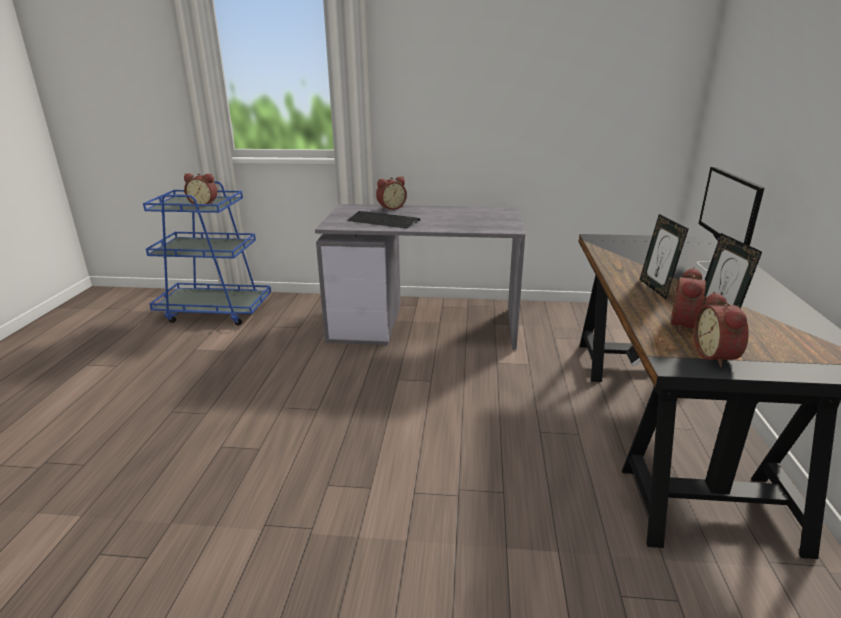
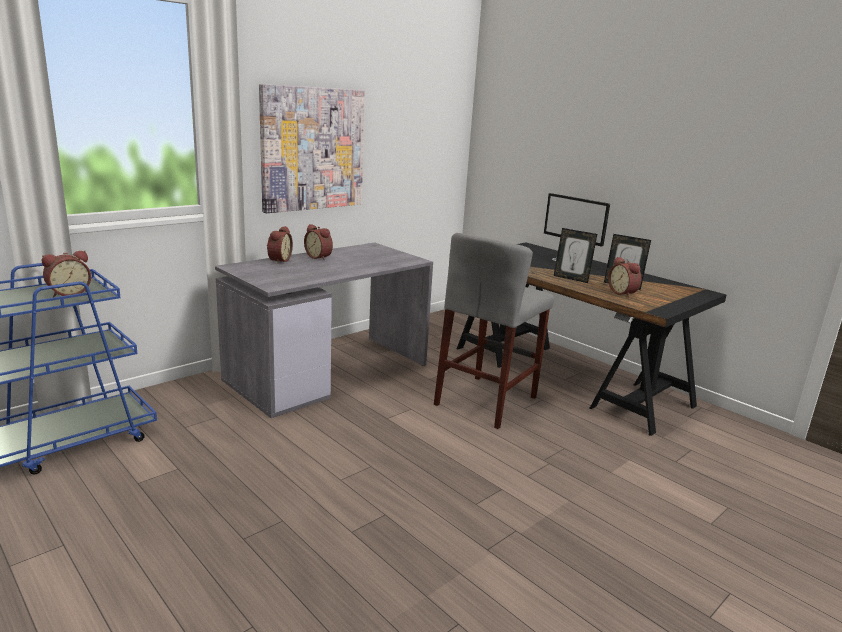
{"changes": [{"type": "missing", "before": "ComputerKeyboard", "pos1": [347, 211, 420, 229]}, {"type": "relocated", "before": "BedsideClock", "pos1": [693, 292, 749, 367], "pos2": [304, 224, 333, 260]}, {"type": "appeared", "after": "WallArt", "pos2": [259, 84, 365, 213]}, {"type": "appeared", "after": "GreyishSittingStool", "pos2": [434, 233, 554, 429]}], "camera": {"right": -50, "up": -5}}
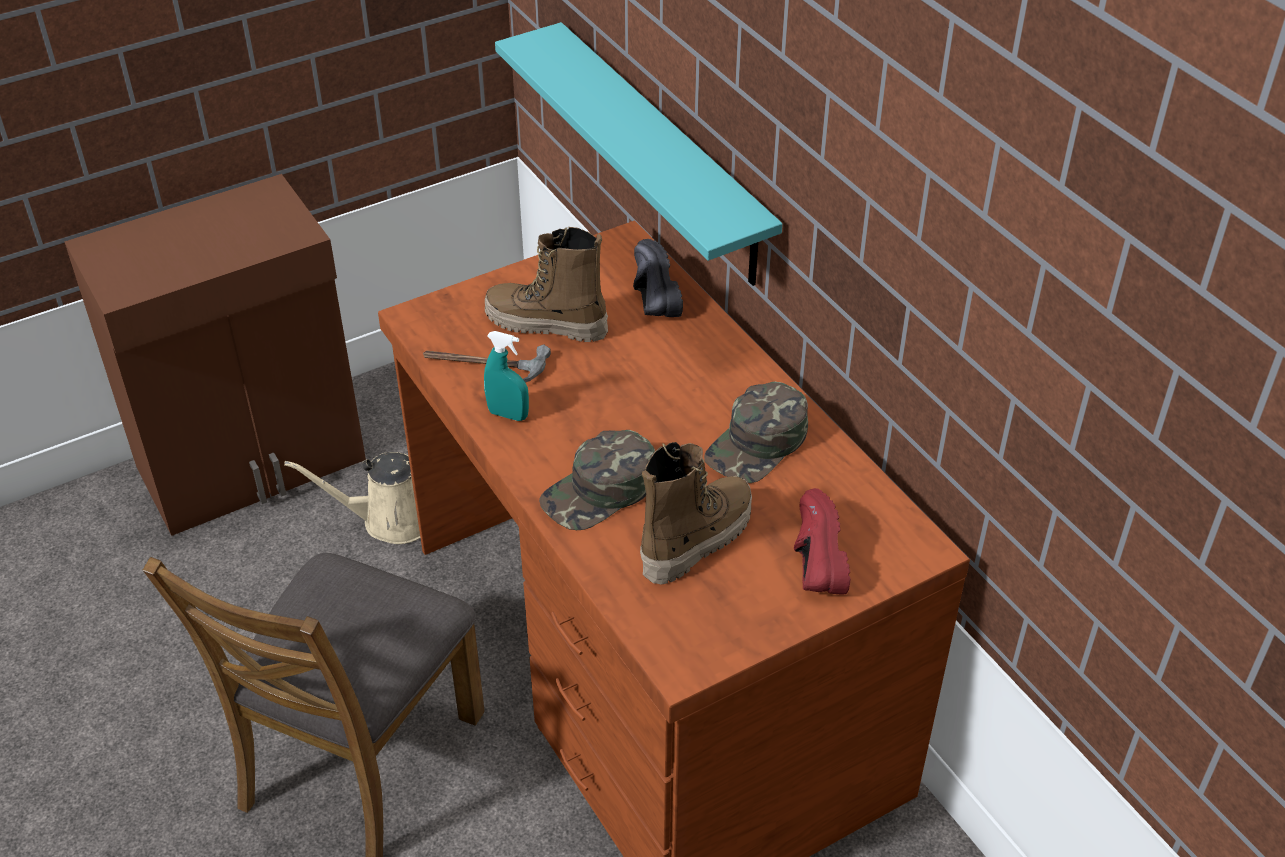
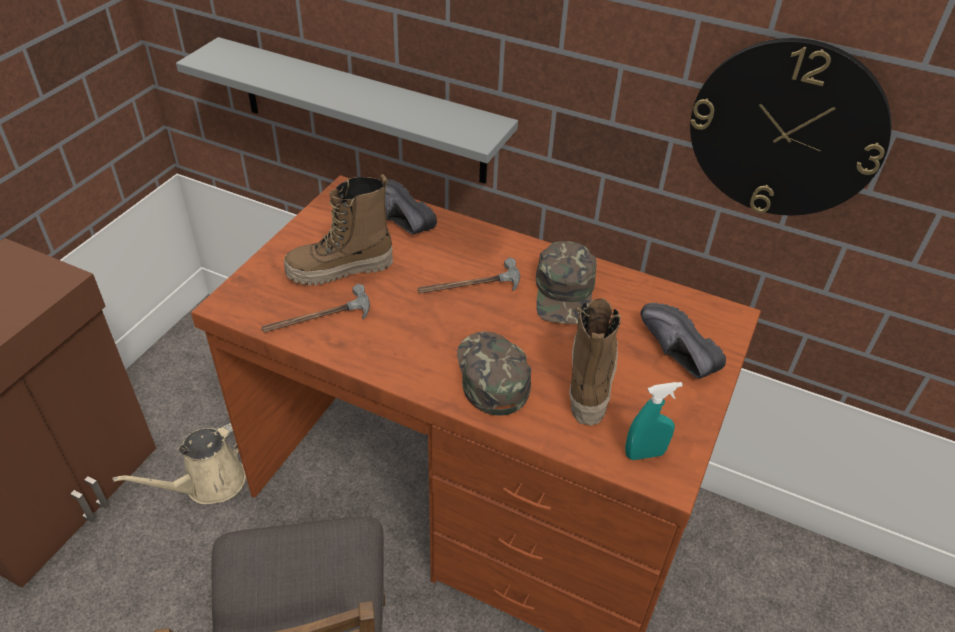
{"changes": [{"type": "relocated", "before": "TurquoiseSprayBottle", "pos1": [484, 331, 529, 421], "pos2": [625, 382, 683, 460]}, {"type": "colour", "before": "TurquoiseShelf", "after": "GreyishShelf", "pos1": [495, 22, 782, 286], "pos2": [176, 37, 518, 184]}, {"type": "spun", "before": "GreenCap", "pos1": [539, 430, 655, 530], "pos2": [457, 331, 531, 416], "turn": 150}, {"type": "colour", "before": "RedShoe", "after": "BlackishShoe", "pos1": [794, 488, 851, 594], "pos2": [641, 303, 726, 379]}, {"type": "appeared", "after": "ToolHammer", "pos2": [417, 257, 520, 293]}, {"type": "appeared", "after": "HangingClock", "pos2": [690, 38, 892, 215]}], "camera": {"right": -35, "up": 0}}
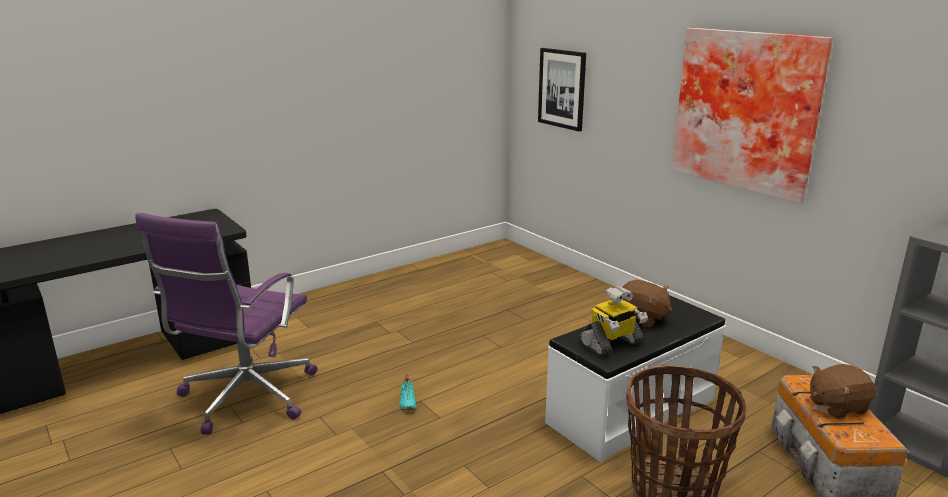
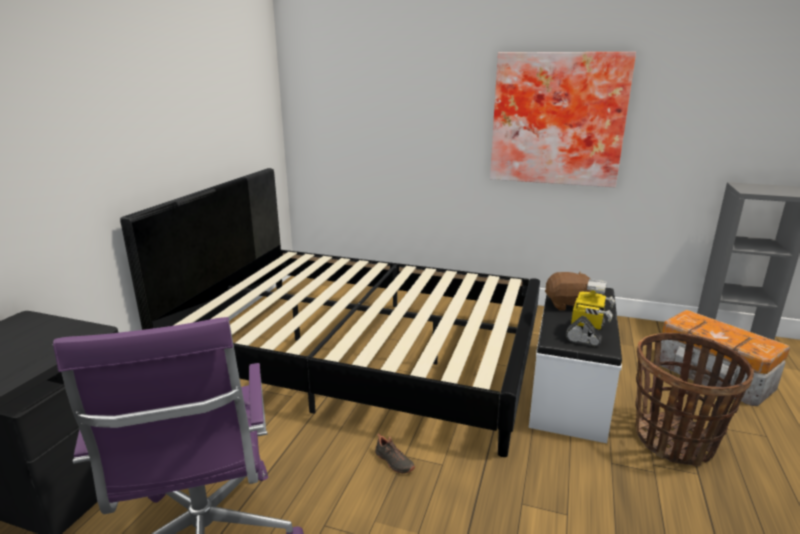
{"changes": [{"type": "colour", "before": "TurquoiseShoe", "after": "BlackishShoe", "pos1": [399, 374, 416, 410], "pos2": [375, 434, 415, 474]}, {"type": "missing", "before": "WallArt", "pos1": [538, 48, 586, 132]}, {"type": "missing", "before": "BrownCuddlyToy", "pos1": [810, 364, 876, 419]}, {"type": "appeared", "after": "BlackishSleepingBed", "pos2": [120, 168, 540, 457]}], "camera": {"right": -35, "up": 0}}
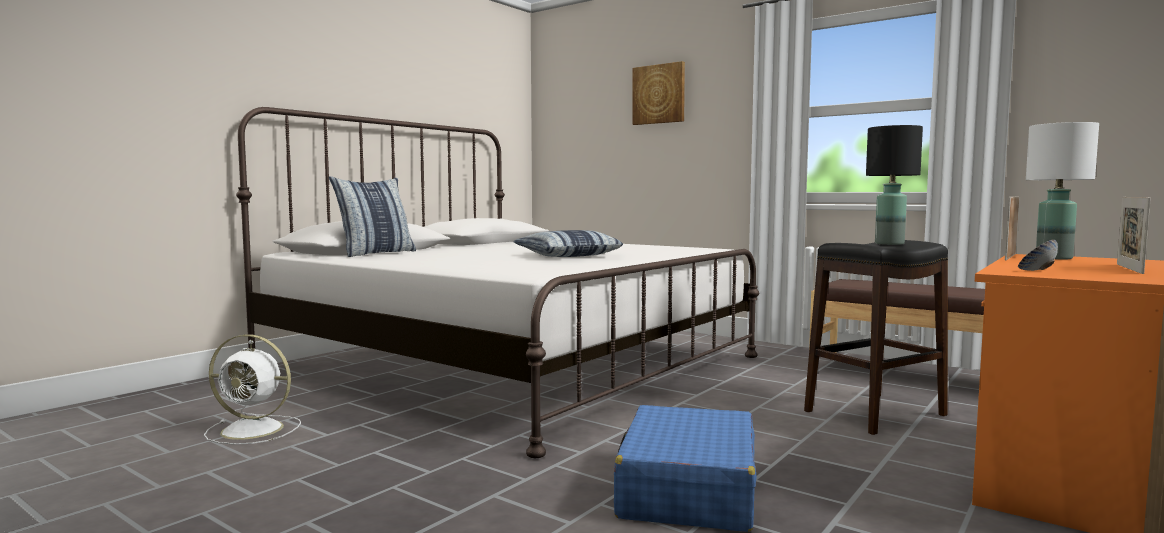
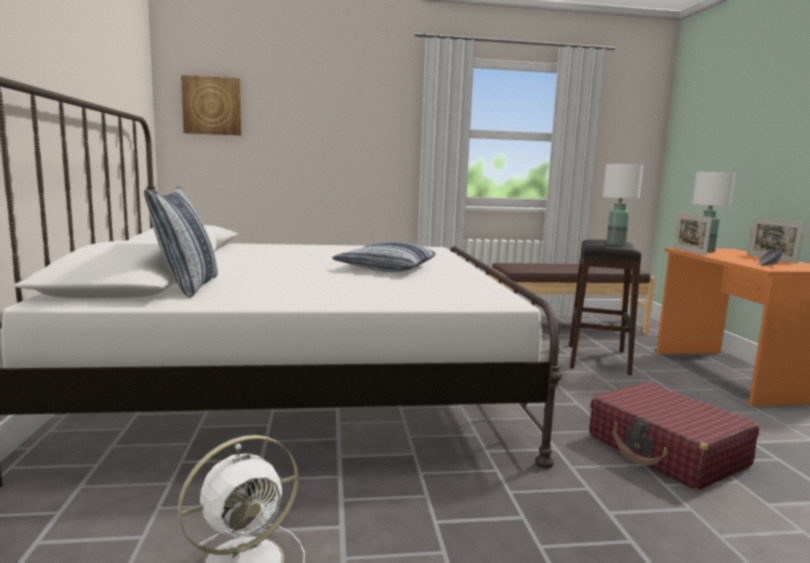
{"changes": [{"type": "colour", "before": "BluishTravelCase", "after": "RedTravelCase", "pos1": [614, 405, 757, 532], "pos2": [589, 382, 759, 491]}, {"type": "relocated", "before": "WallArt", "pos1": [632, 61, 685, 125], "pos2": [181, 75, 241, 136]}, {"type": "colour", "before": "BlackishTableLamp", "after": "WhitishTableLamp", "pos1": [866, 125, 923, 245], "pos2": [603, 164, 643, 246]}], "camera": {"right": -45, "up": 5}}
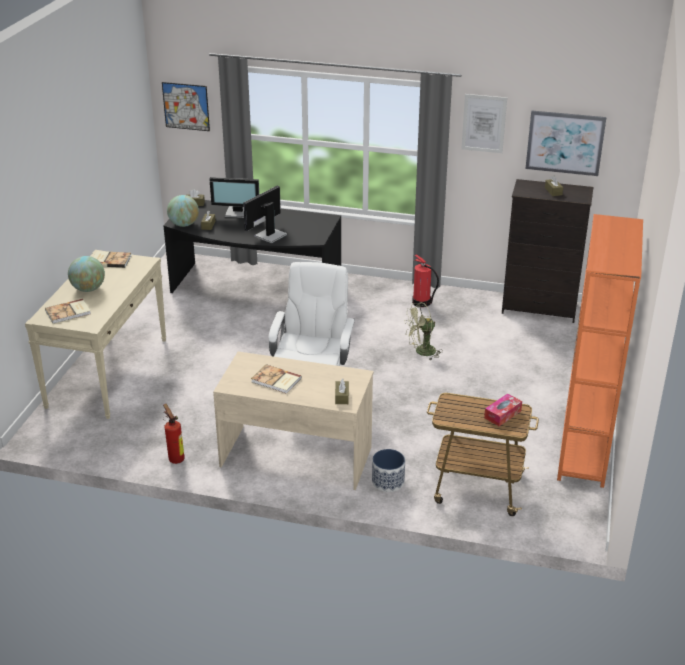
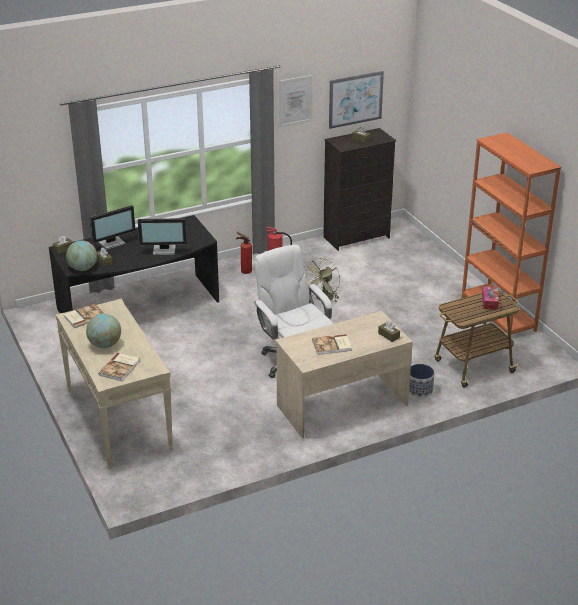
{"changes": [{"type": "missing", "before": "WallArt", "pos1": [162, 82, 210, 131]}, {"type": "relocated", "before": "FireExtinguisher", "pos1": [163, 404, 185, 464], "pos2": [236, 232, 252, 274]}, {"type": "spun", "before": "Monitor", "pos1": [243, 186, 287, 243], "pos2": [138, 218, 187, 255], "turn": -90}], "camera": {"right": -40, "up": 0}}
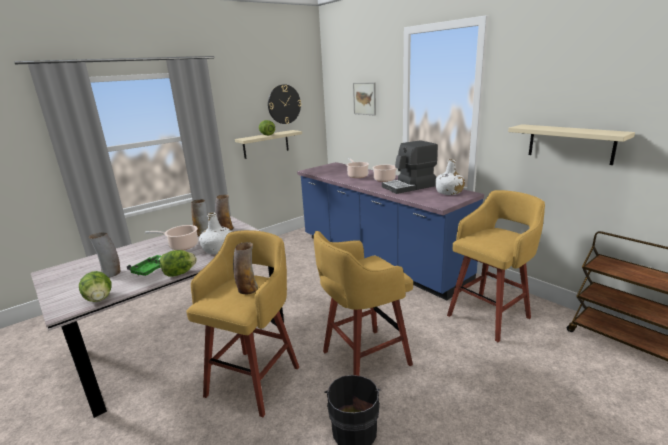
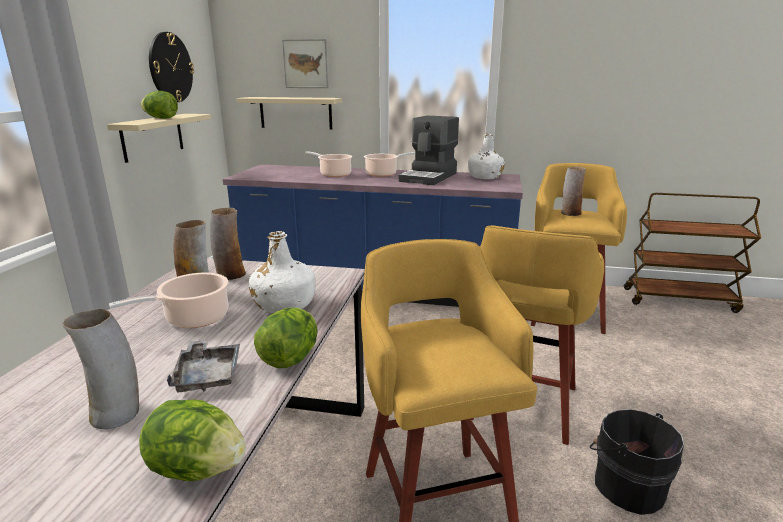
{"changes": [{"type": "colour", "before": "GreenTray", "after": "GreyishTray", "pos1": [127, 255, 161, 276], "pos2": [167, 340, 240, 392]}, {"type": "relocated", "before": "Vase", "pos1": [233, 242, 258, 295], "pos2": [561, 166, 586, 216]}, {"type": "relocated", "before": "BeigeColouredShelf", "pos1": [508, 124, 635, 165], "pos2": [237, 97, 342, 129]}], "camera": {"right": -40, "up": 0}}
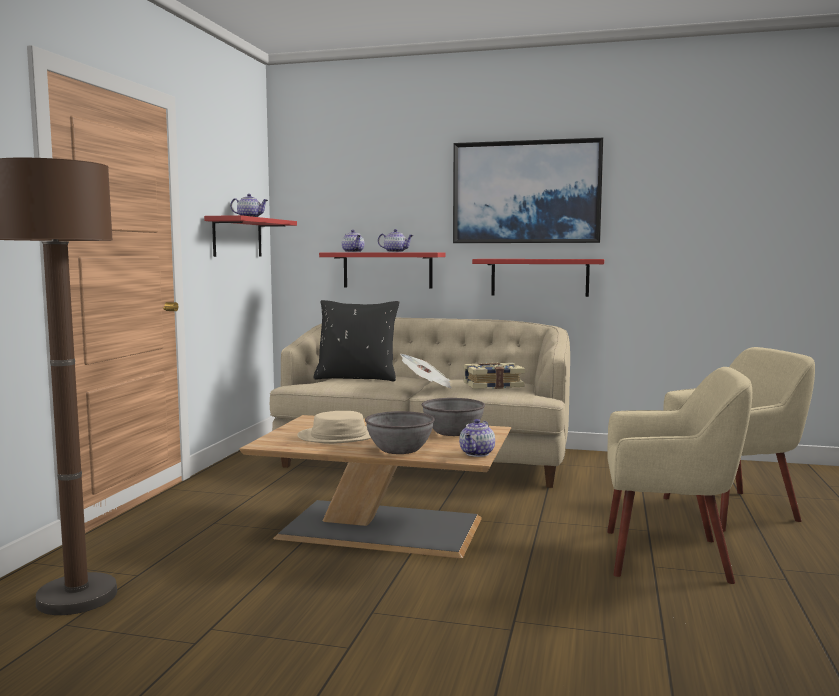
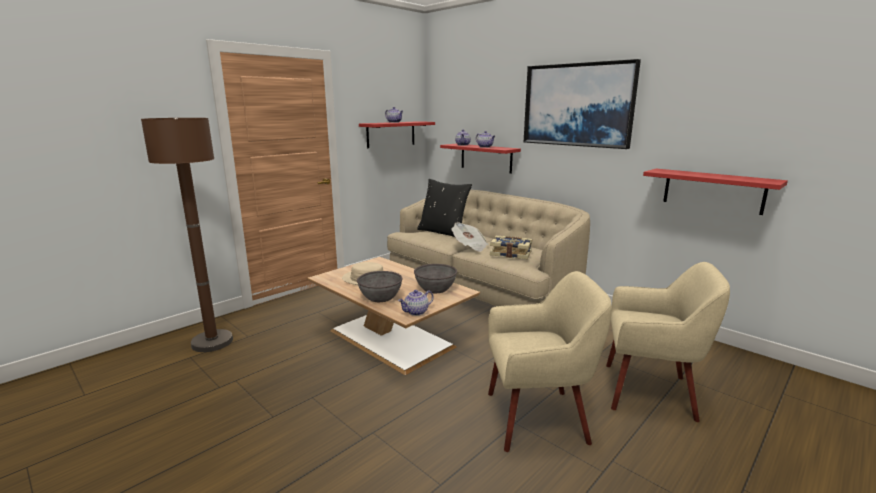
{"changes": [{"type": "relocated", "before": "RedShelf", "pos1": [472, 259, 604, 297], "pos2": [643, 169, 788, 215]}, {"type": "spun", "before": "BeigeColouredArmchair", "pos1": [607, 367, 752, 584], "pos2": [488, 271, 612, 452], "turn": -45}], "camera": {"right": 30, "up": 10}}
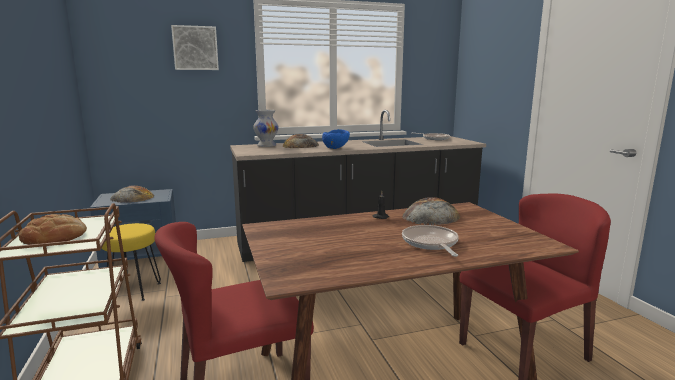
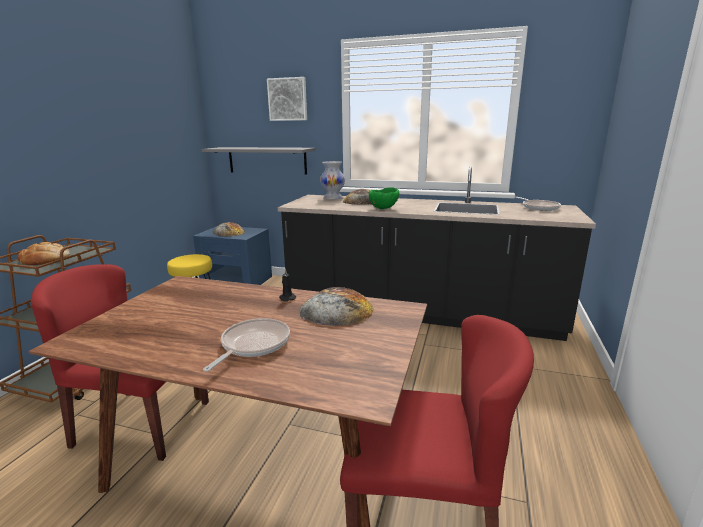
{"changes": [{"type": "colour", "before": "BluishDeepDish", "after": "GreenDeepDish", "pos1": [322, 129, 350, 149], "pos2": [369, 187, 399, 209]}, {"type": "appeared", "after": "GreyishShelf", "pos2": [202, 147, 315, 175]}], "camera": {"right": 35, "up": 5}}
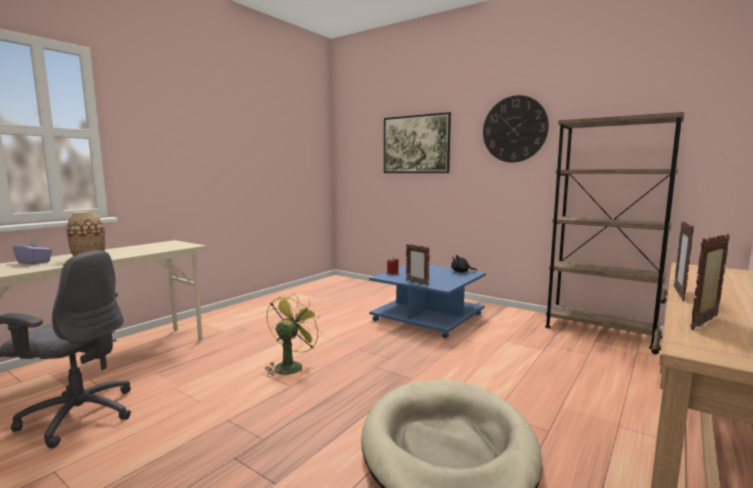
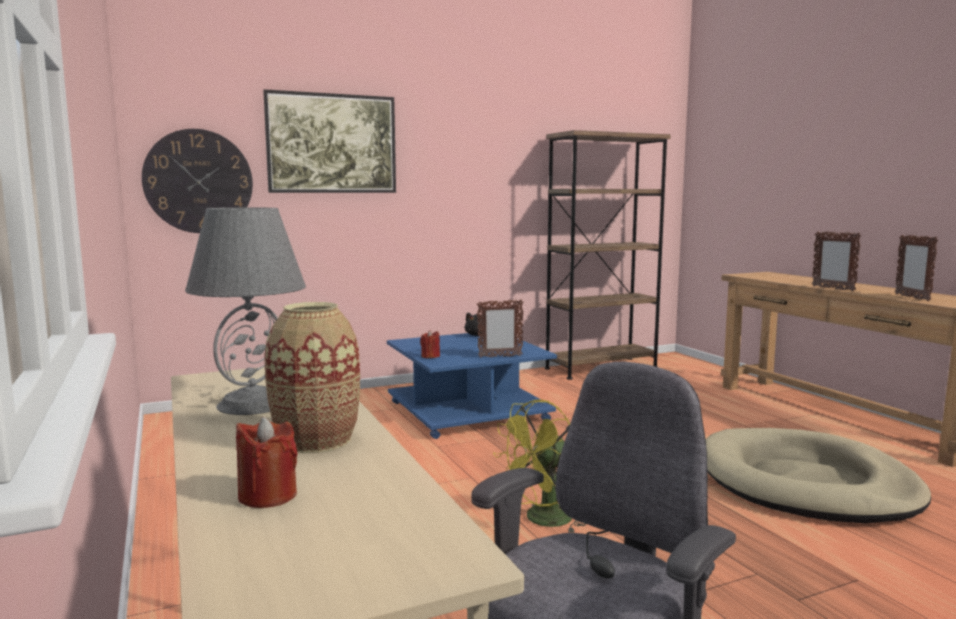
{"changes": [{"type": "exchanged", "before": "PurpleColouredTissueHolder", "after": "RedCandle", "pos1": [13, 238, 52, 265], "pos2": [236, 417, 298, 508]}, {"type": "spun", "before": "YellowColouredFan", "pos1": [265, 293, 323, 377], "pos2": [493, 399, 586, 533], "turn": -90}, {"type": "relocated", "before": "HangingClock", "pos1": [483, 95, 549, 163], "pos2": [142, 129, 253, 233]}, {"type": "appeared", "after": "GreyishTableLamp", "pos2": [185, 208, 306, 415]}], "camera": {"right": -60, "up": 0}}
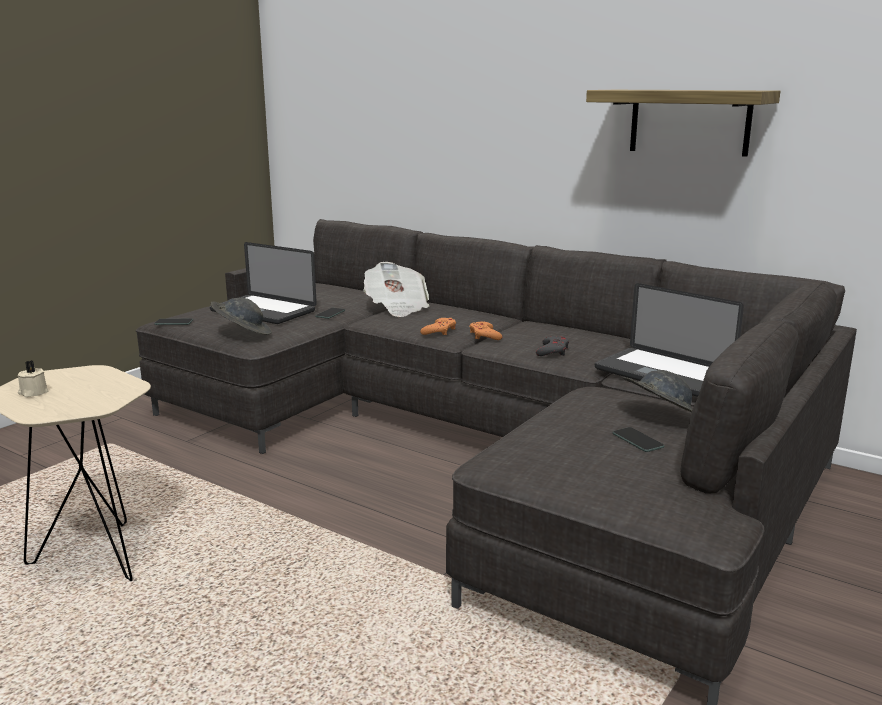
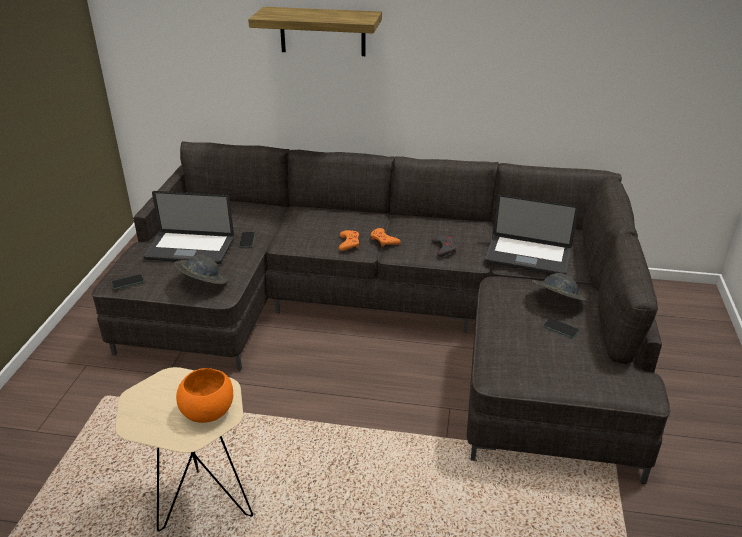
{"changes": [{"type": "missing", "before": "BeigeColouredCandle", "pos1": [17, 360, 48, 397]}, {"type": "missing", "before": "DailyPaper", "pos1": [364, 262, 429, 317]}, {"type": "relocated", "before": "Shelf", "pos1": [586, 90, 781, 157], "pos2": [248, 7, 382, 56]}, {"type": "appeared", "after": "OrangeDeepDish", "pos2": [176, 368, 233, 423]}], "camera": {"right": -25, "up": 15}}
